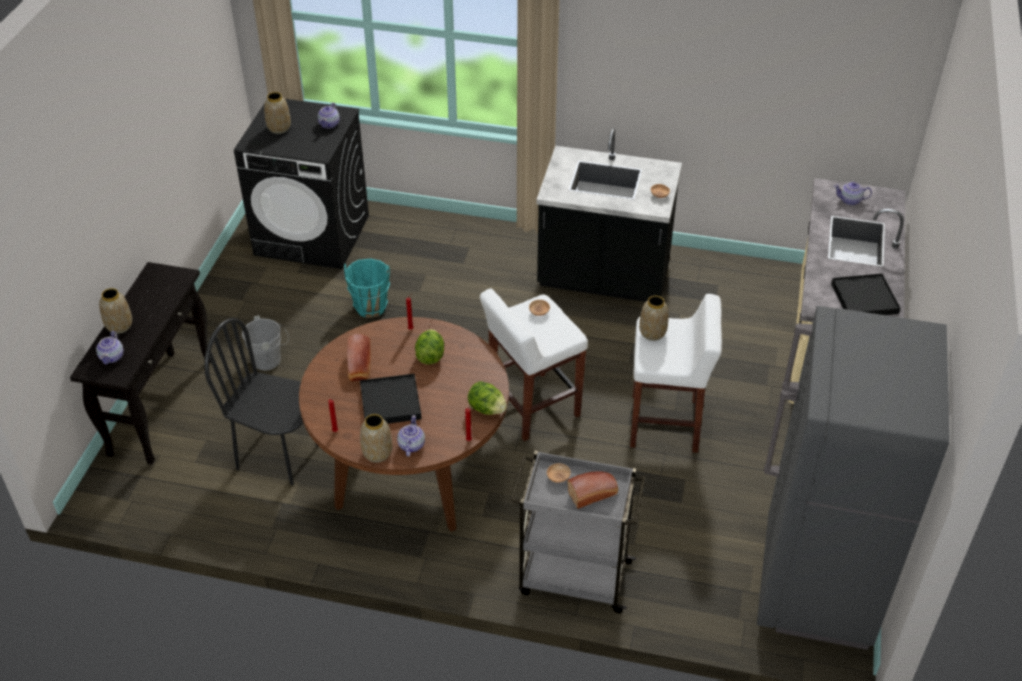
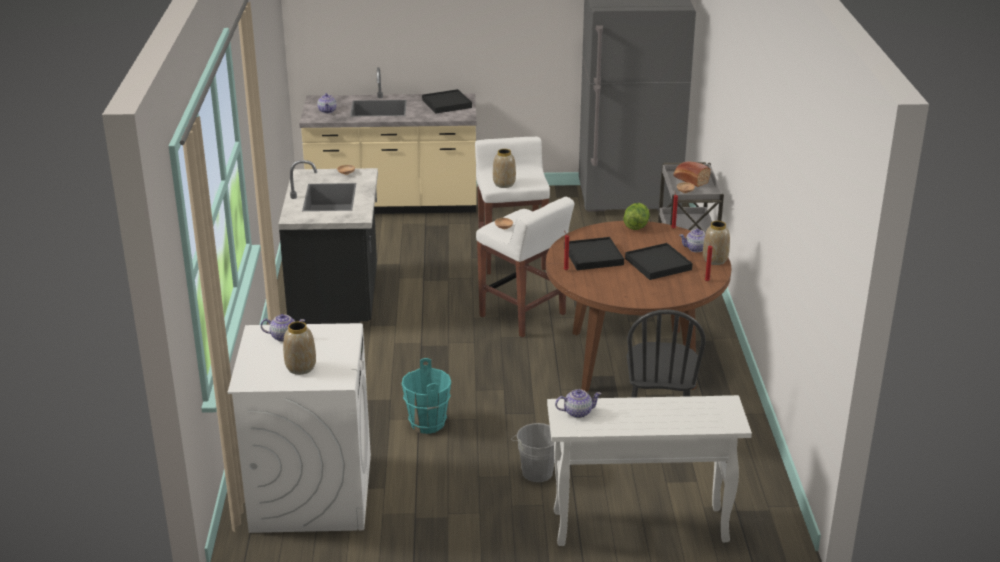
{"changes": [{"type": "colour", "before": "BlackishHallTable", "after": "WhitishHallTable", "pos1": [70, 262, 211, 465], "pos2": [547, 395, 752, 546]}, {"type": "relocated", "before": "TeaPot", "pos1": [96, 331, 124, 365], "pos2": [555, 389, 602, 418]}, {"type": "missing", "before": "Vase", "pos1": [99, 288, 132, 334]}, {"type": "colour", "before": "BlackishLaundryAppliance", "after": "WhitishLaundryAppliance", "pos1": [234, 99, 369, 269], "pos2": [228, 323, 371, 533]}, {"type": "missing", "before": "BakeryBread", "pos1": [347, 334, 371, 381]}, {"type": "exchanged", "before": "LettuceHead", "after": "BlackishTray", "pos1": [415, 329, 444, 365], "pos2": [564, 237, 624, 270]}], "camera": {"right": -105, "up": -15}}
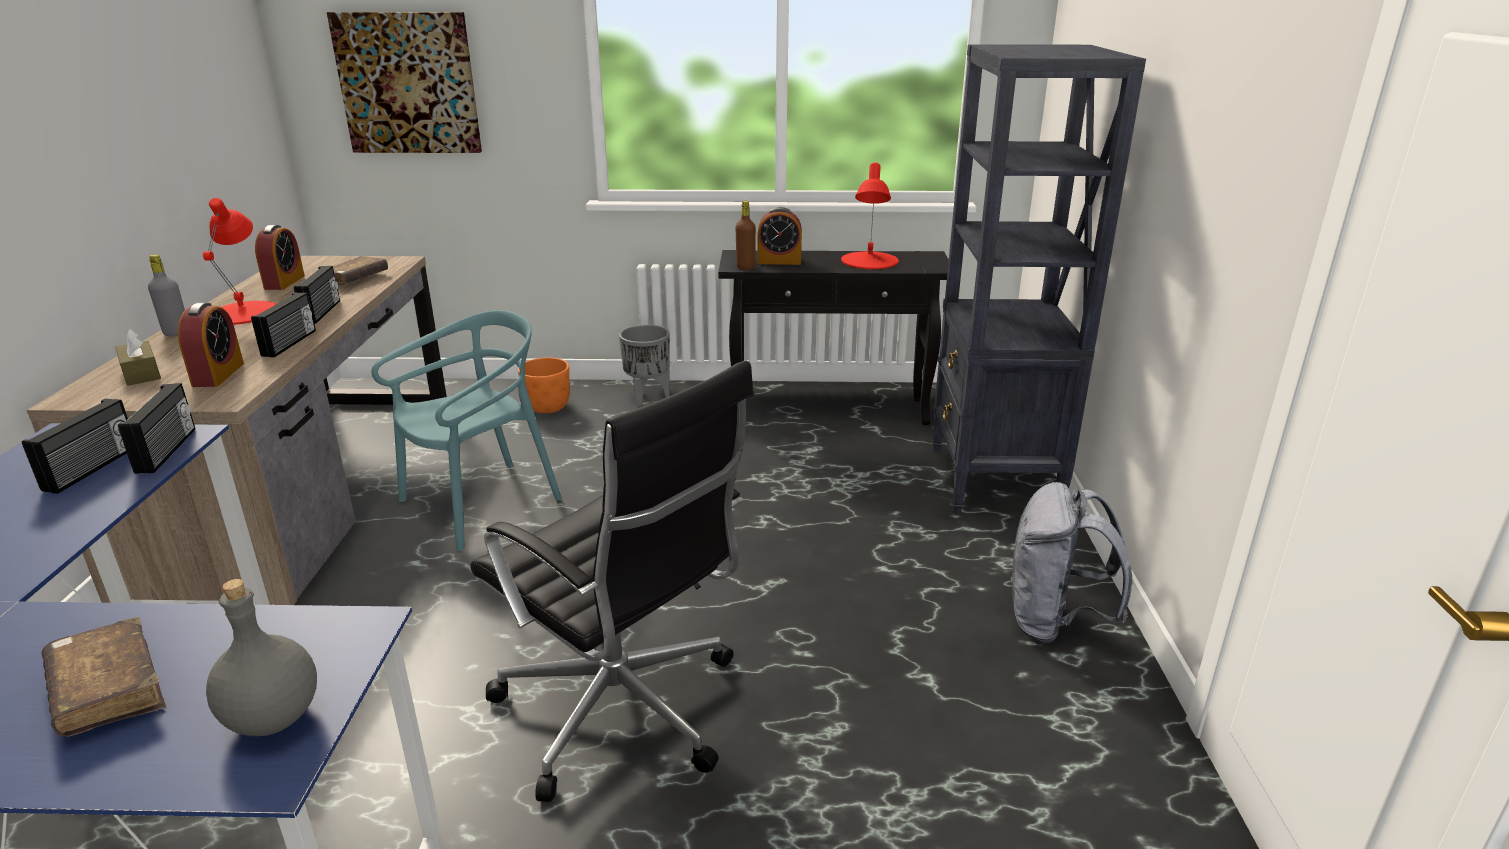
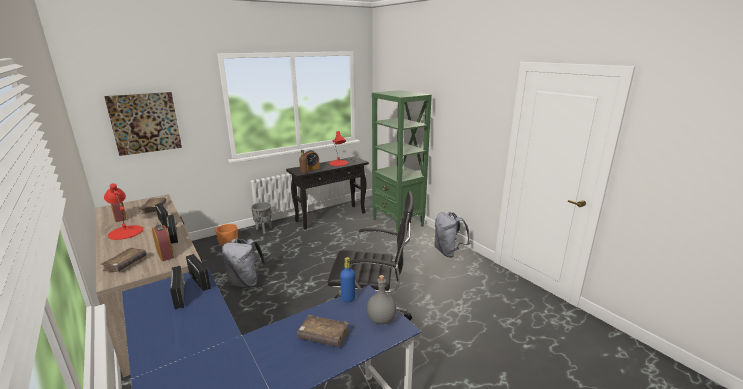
{"changes": [{"type": "exchanged", "before": "BrownTissueHolder", "after": "BrownVolume", "pos1": [115, 329, 161, 386], "pos2": [100, 248, 147, 272]}, {"type": "missing", "before": "GreyishBottle", "pos1": [148, 255, 185, 337]}, {"type": "exchanged", "before": "TurquoiseUprightChair", "after": "GreyishBackpack", "pos1": [371, 310, 562, 551], "pos2": [222, 238, 265, 287]}, {"type": "colour", "before": "BlackishShelvingUnit", "after": "GreenShelvingUnit", "pos1": [932, 44, 1146, 514], "pos2": [372, 90, 432, 232]}, {"type": "appeared", "after": "BluishBottle", "pos2": [340, 257, 355, 302]}], "camera": {"right": -35, "up": -5}}
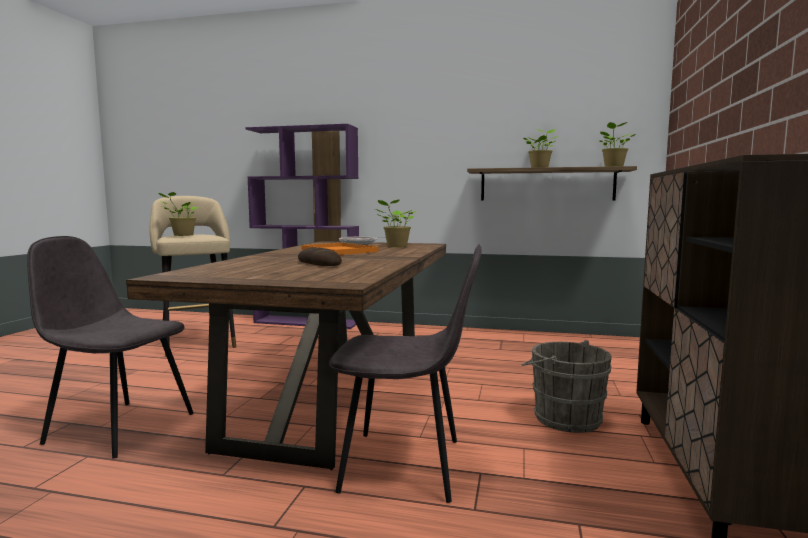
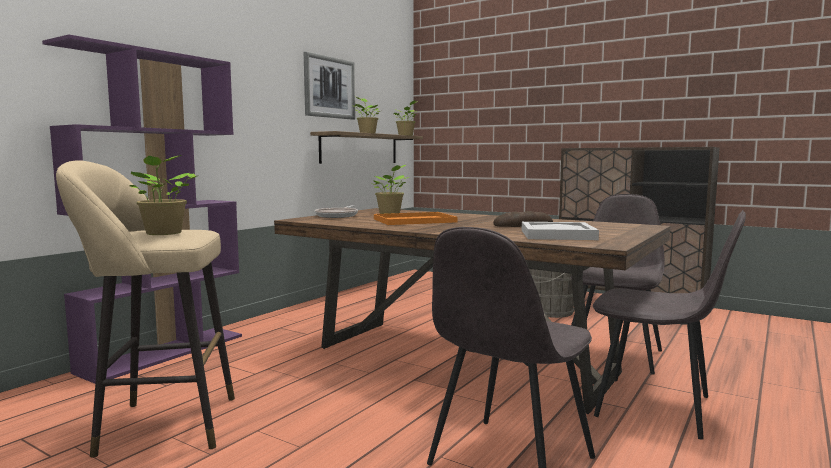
{"changes": [{"type": "appeared", "after": "WallArt", "pos2": [304, 52, 355, 120]}, {"type": "appeared", "after": "WhitishTray", "pos2": [522, 222, 599, 240]}, {"type": "appeared", "after": "GreyishUprightChair", "pos2": [593, 210, 746, 439]}], "camera": {"right": -70, "up": 0}}
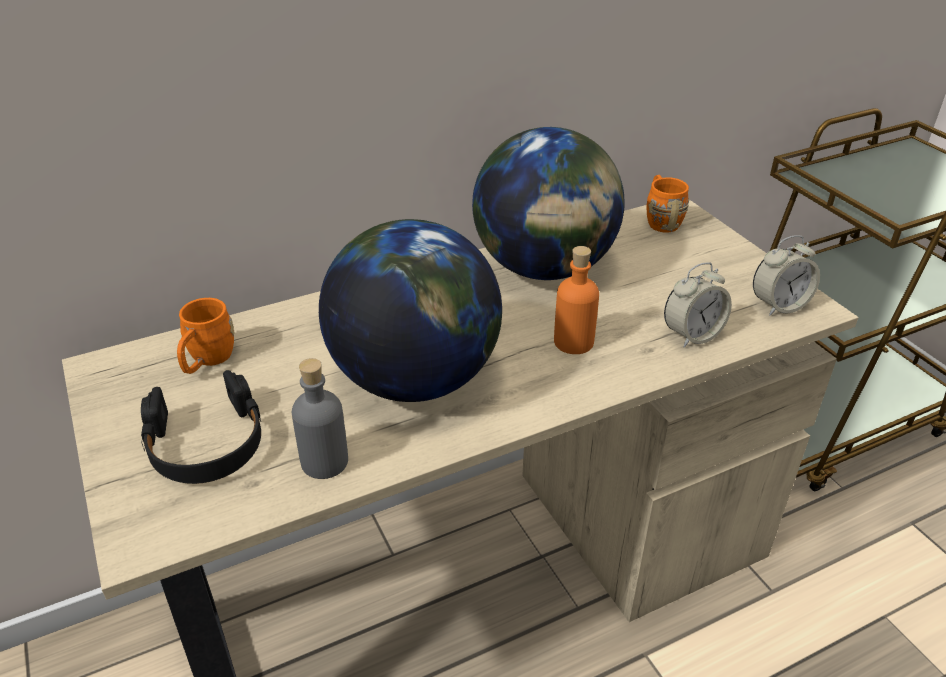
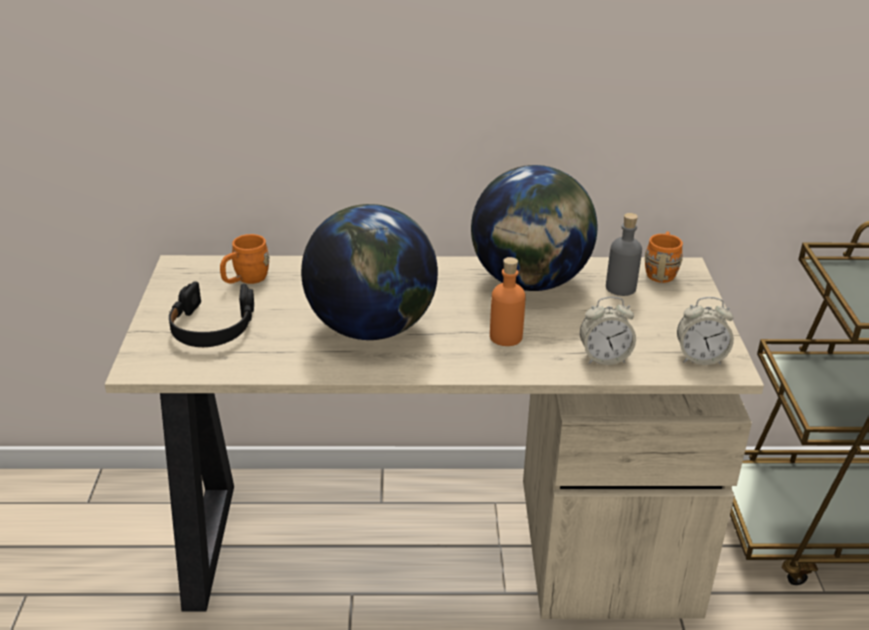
{"changes": [{"type": "relocated", "before": "GreyishBottle", "pos1": [292, 358, 348, 479], "pos2": [606, 213, 642, 296]}], "camera": {"right": 25, "up": -5}}
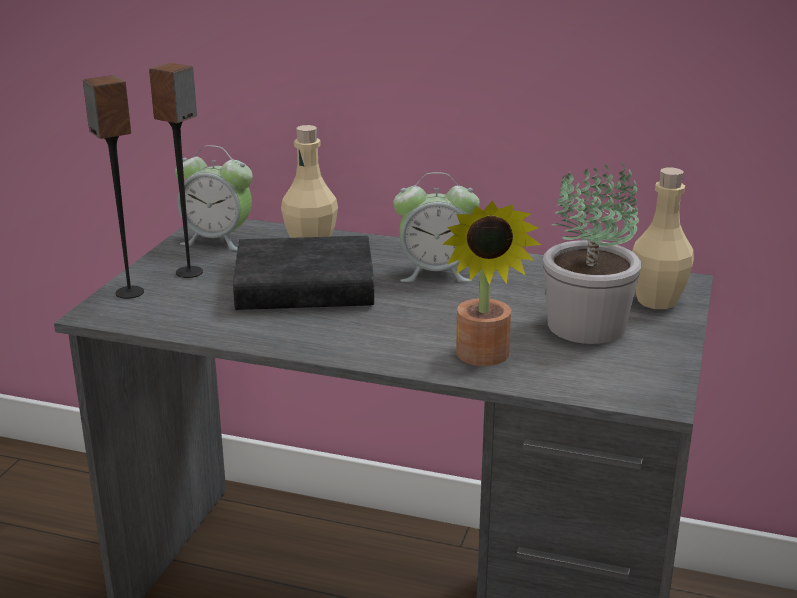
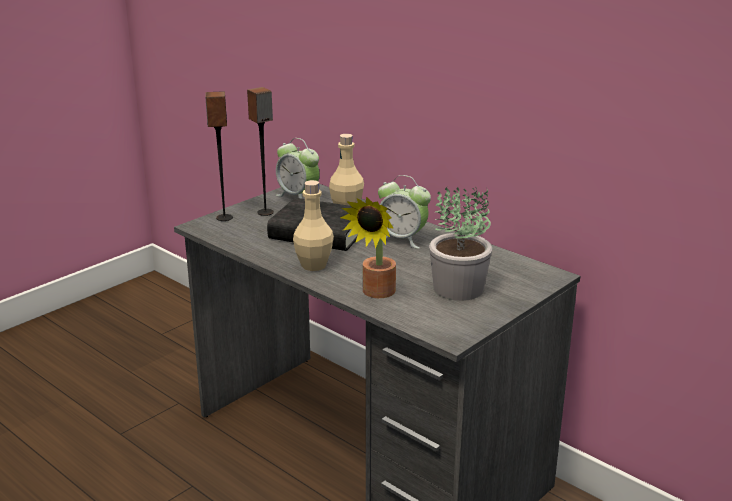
{"changes": [{"type": "relocated", "before": "BeigeColouredBottle", "pos1": [632, 168, 694, 309], "pos2": [293, 180, 334, 271]}], "camera": {"right": 25, "up": 0}}
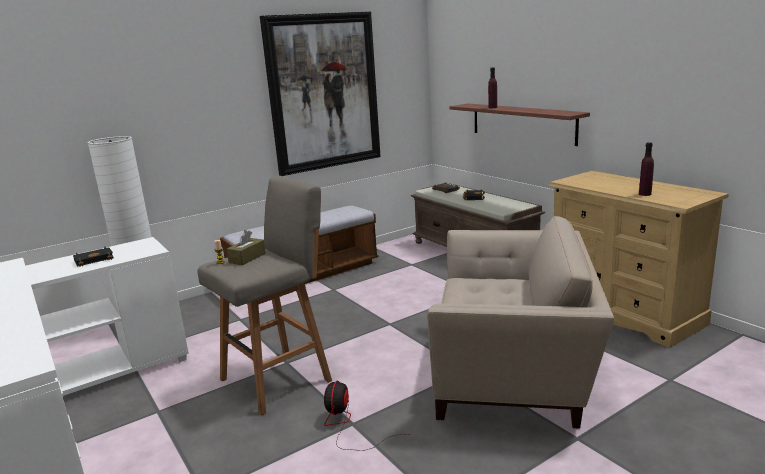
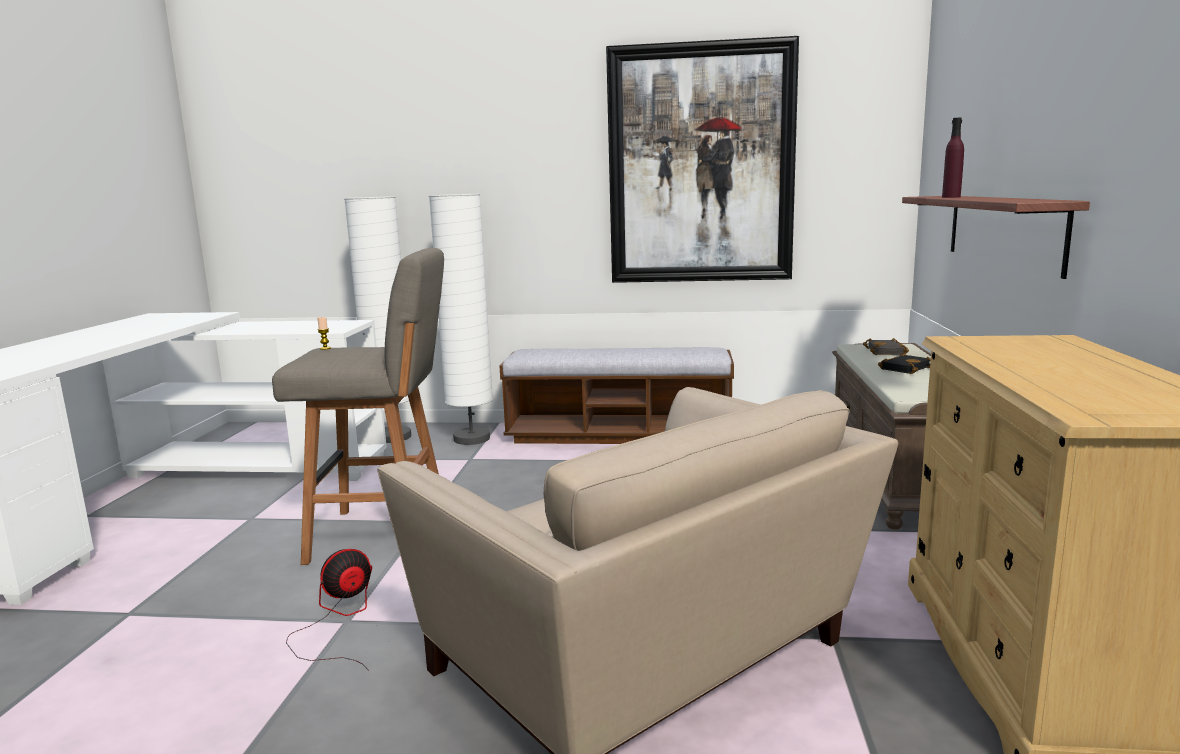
{"changes": [{"type": "missing", "before": "BlackishVolume", "pos1": [73, 247, 114, 267]}, {"type": "missing", "before": "BrownTissueHolder", "pos1": [227, 230, 266, 265]}, {"type": "missing", "before": "PurpleColouredBottle", "pos1": [639, 142, 654, 196]}, {"type": "appeared", "after": "WhitishStandardLamp", "pos2": [429, 194, 493, 445]}], "camera": {"right": 40, "up": -5}}
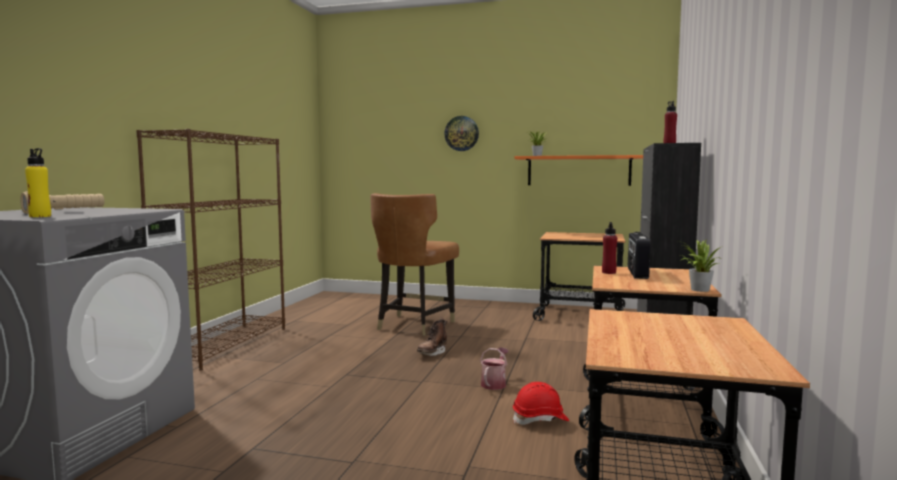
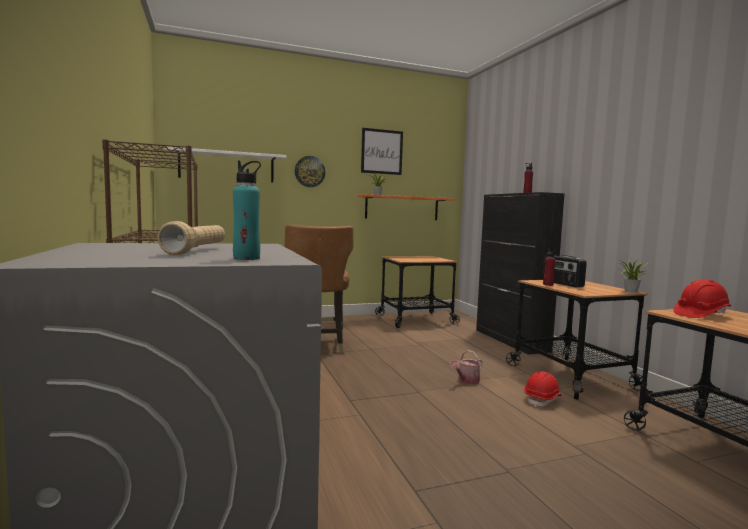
{"changes": [{"type": "colour", "before": "YellowColouredBottle", "after": "TurquoiseBottle", "pos1": [25, 148, 51, 217], "pos2": [233, 160, 261, 260]}, {"type": "missing", "before": "BrownBoot", "pos1": [417, 318, 447, 356]}, {"type": "spun", "before": "SprinklingCan", "pos1": [480, 347, 509, 390], "pos2": [450, 350, 482, 384], "turn": -120}, {"type": "appeared", "after": "WhitishShelf", "pos2": [164, 146, 286, 182]}, {"type": "appeared", "after": "WallArt", "pos2": [361, 128, 403, 175]}, {"type": "appeared", "after": "RedSafetyHelmet", "pos2": [673, 279, 731, 318]}], "camera": {"right": -35, "up": 0}}
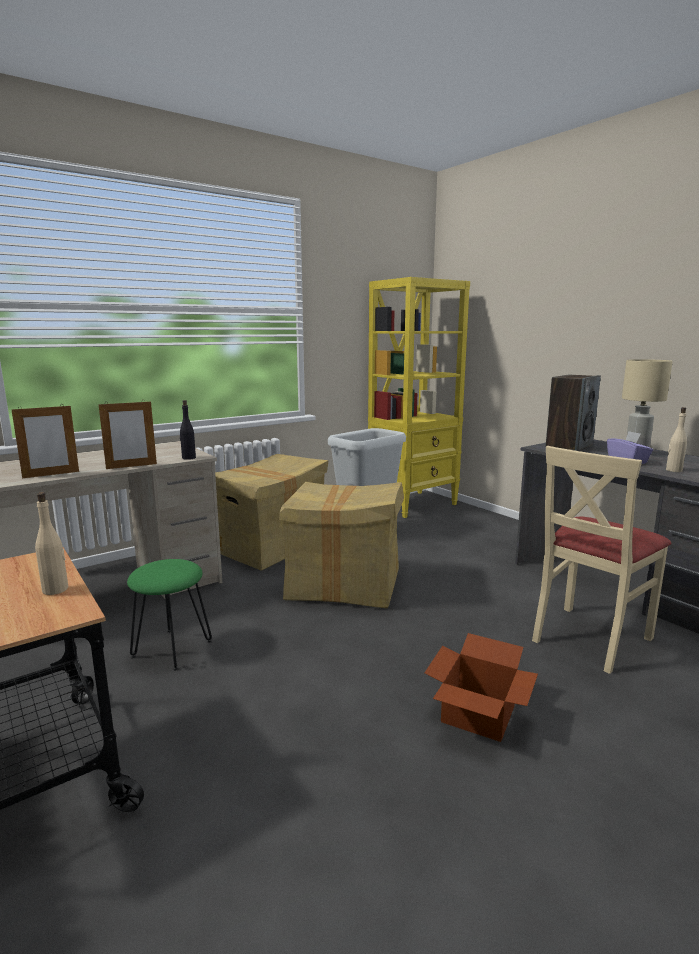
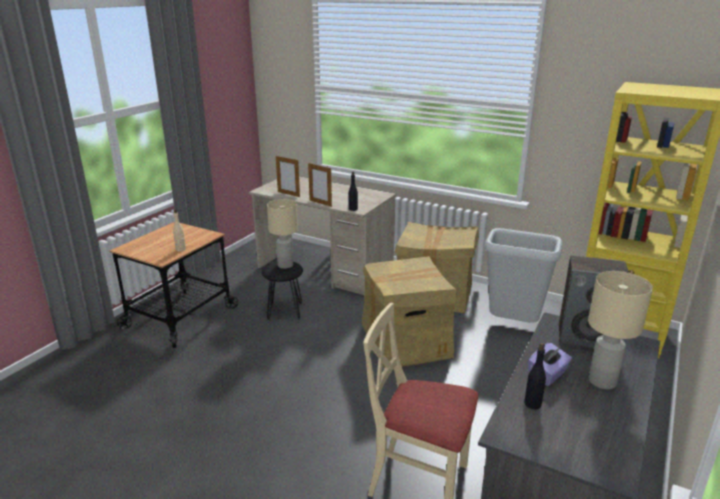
{"changes": [{"type": "colour", "before": "GreenSittingStool", "after": "BlackishSittingStool", "pos1": [127, 559, 212, 671], "pos2": [262, 261, 303, 320]}, {"type": "missing", "before": "PackingBox", "pos1": [424, 633, 538, 742]}, {"type": "colour", "before": "BeigeColouredBottle", "after": "BlackishBottle", "pos1": [666, 407, 687, 472], "pos2": [524, 343, 546, 409]}, {"type": "appeared", "after": "BeigeColouredTableLamp", "pos2": [267, 199, 298, 269]}], "camera": {"right": 65, "up": 10}}
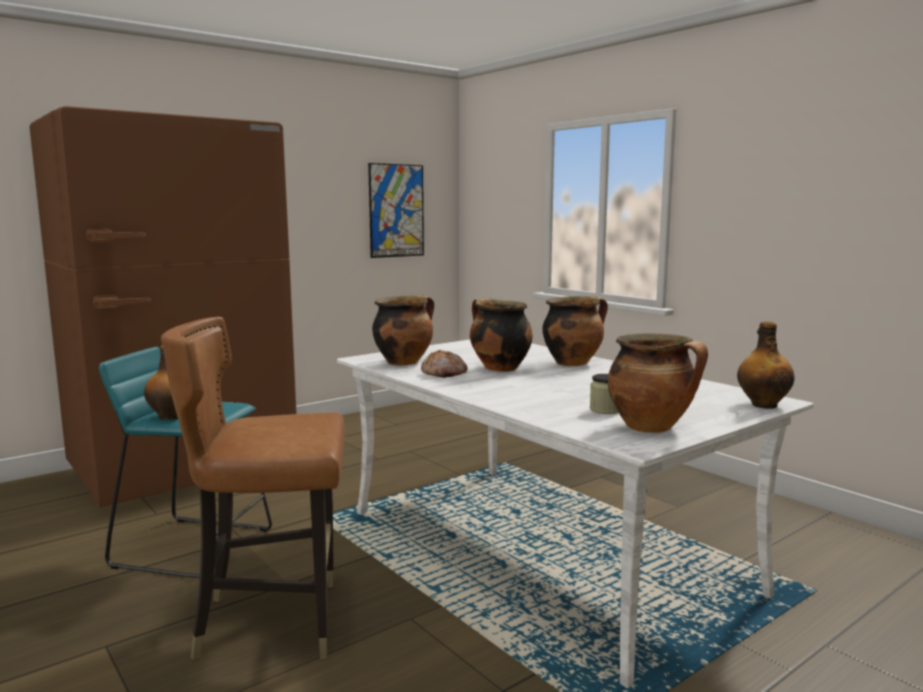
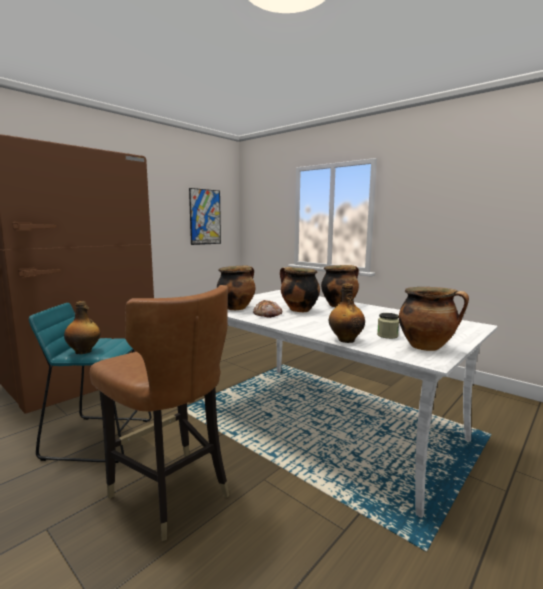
{"changes": [{"type": "spun", "before": "BrownUprightChair", "pos1": [161, 317, 345, 660], "pos2": [90, 285, 229, 541], "turn": -120}, {"type": "relocated", "before": "Bottle", "pos1": [737, 321, 795, 409], "pos2": [329, 284, 365, 343]}], "camera": {"right": -10, "up": 0}}
